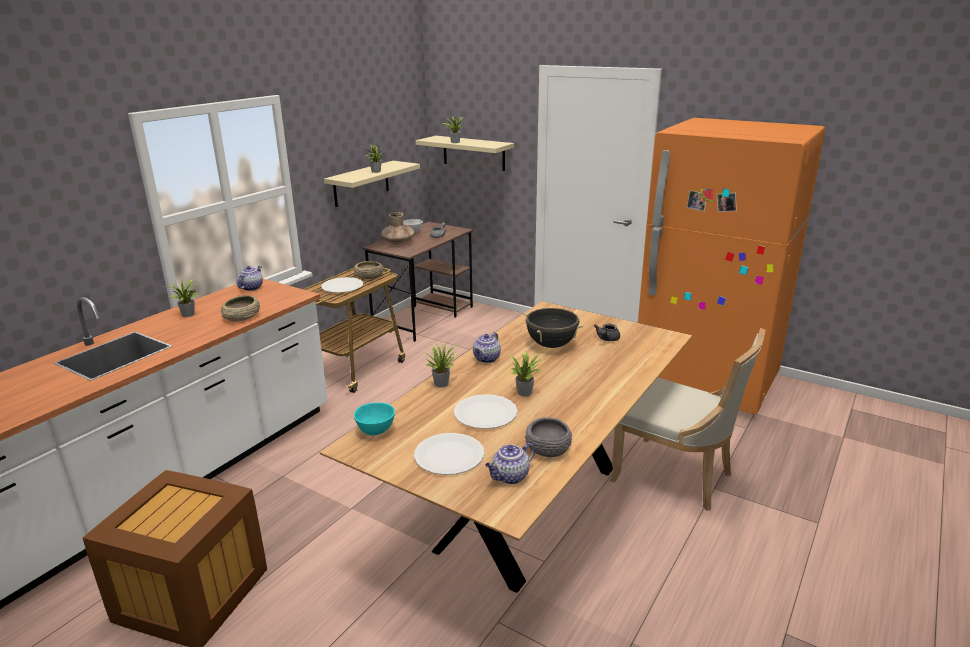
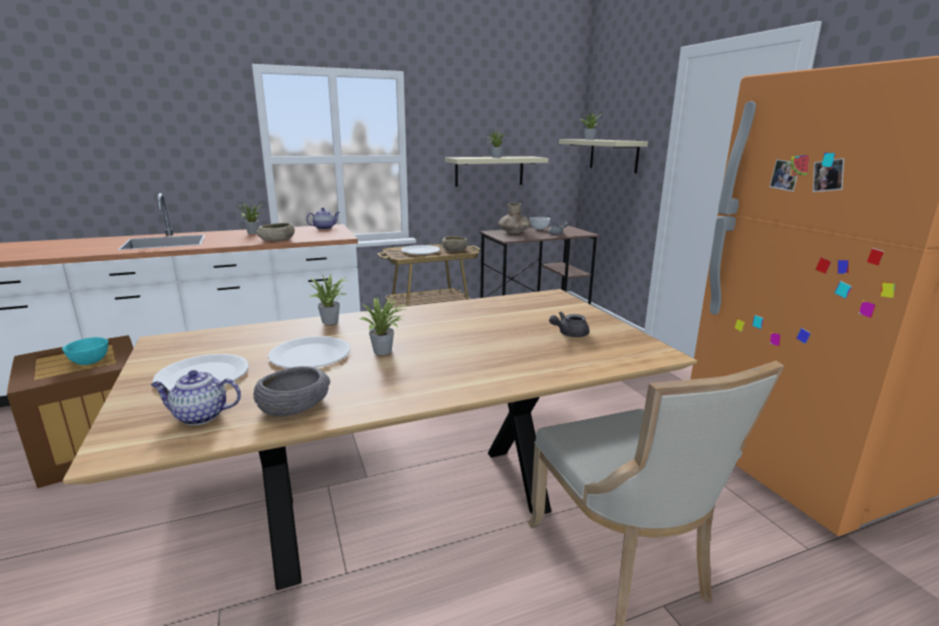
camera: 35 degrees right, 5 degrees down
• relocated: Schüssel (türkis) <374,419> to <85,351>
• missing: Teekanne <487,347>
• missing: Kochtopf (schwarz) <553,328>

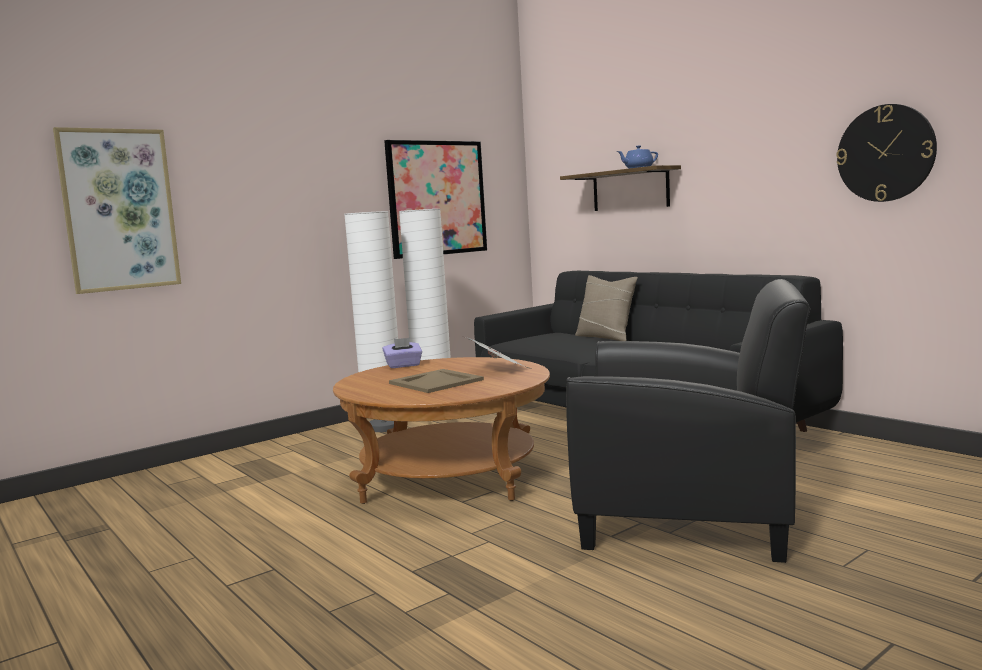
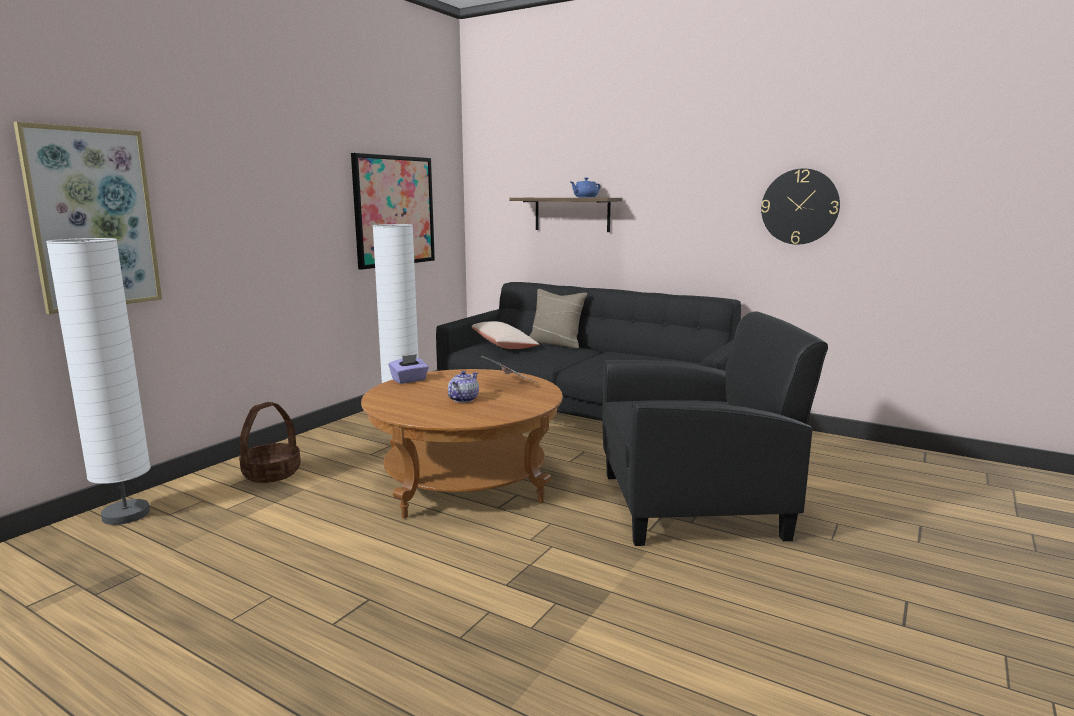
camera: 20 degrees left, 5 degrees up
• relocated: Stehlampe (weiß) <371,321> to <98,381>
• exchanged: Tablett (beige) <436,381> to Teekanne <463,387>
• appeared: Korb <270,442>
• appeared: Kissen (beige) <506,335>

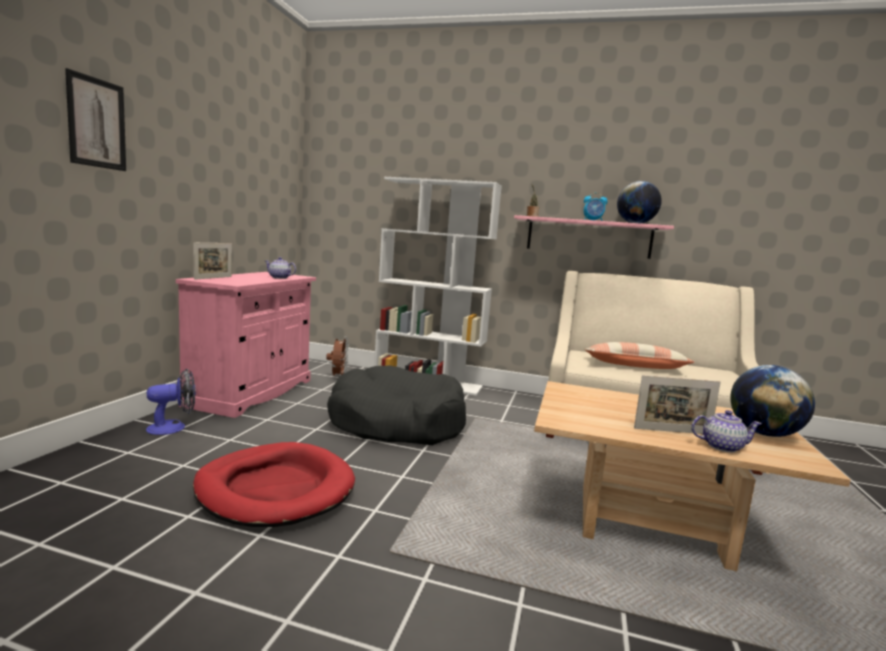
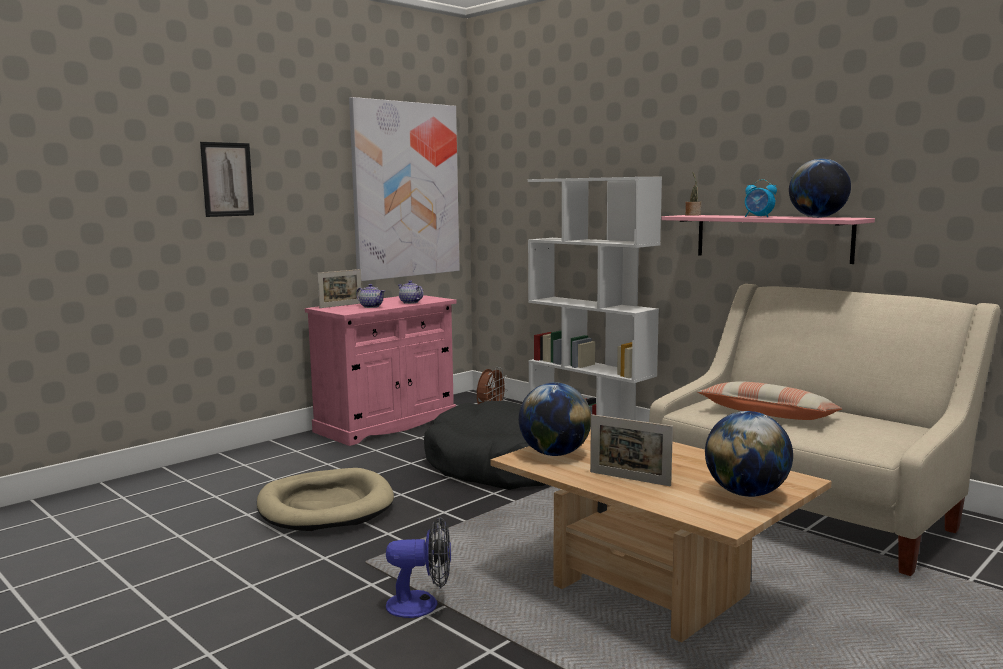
camera: 30 degrees right, 0 degrees up
• relocated: Ventilator <171,402> to <418,567>
• colour: Hundebett (rot) <274,484> to Hundebett (beige) <325,499>
• relocated: Teekanne <726,431> to <370,296>
• appeared: Bild <404,189>
• appeared: Globus <555,419>

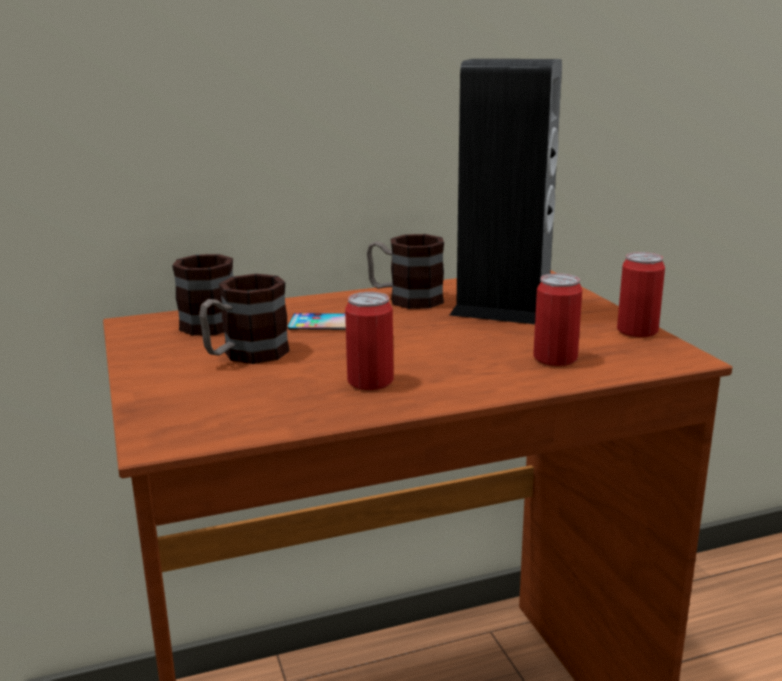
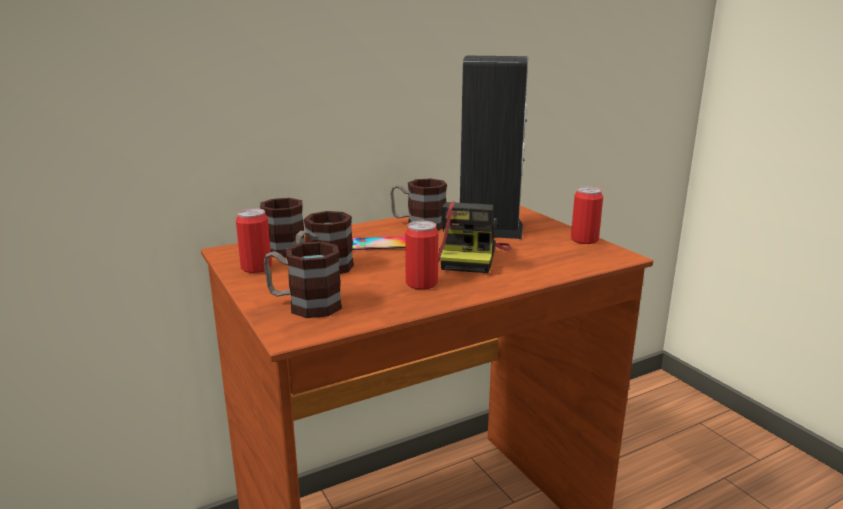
camera: 10 degrees left, 0 degrees up
• relocated: Dose <557,319> to <254,240>
• appeared: Henkelbecher <302,279>
• appeared: Kamera <474,237>

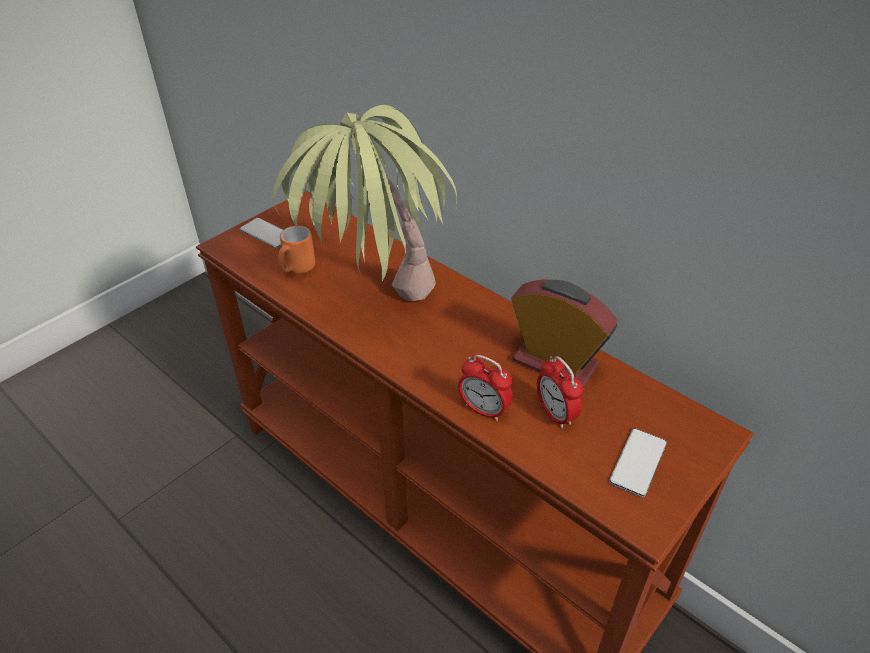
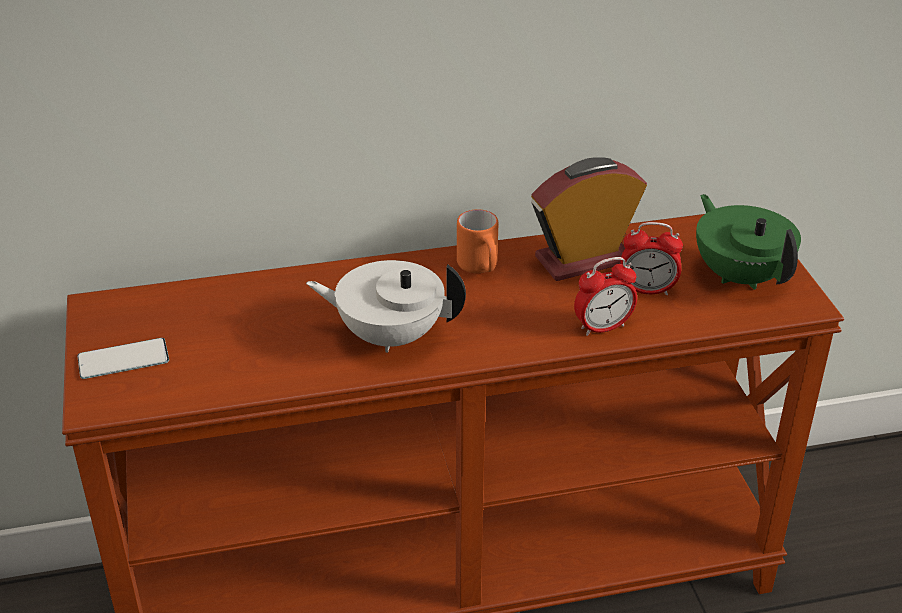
camera: 55 degrees left, 5 degrees down
• exchanged: Topfpflanze <365,203> to Teekanne (weiß) <386,306>
• relocated: Henkelbecher (orange) <296,250> to <477,241>
• exchanged: Handy <638,462> to Teekanne (grün) <748,242>

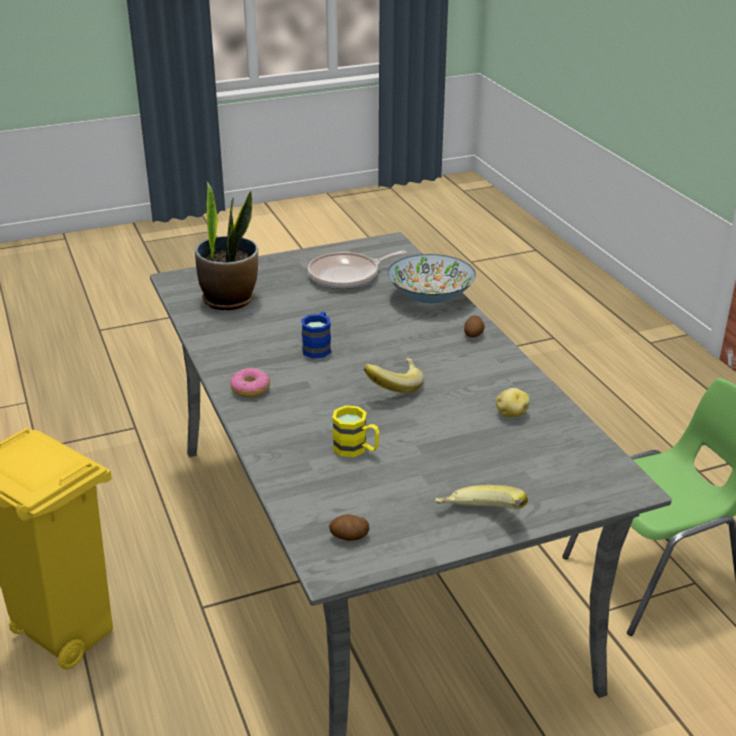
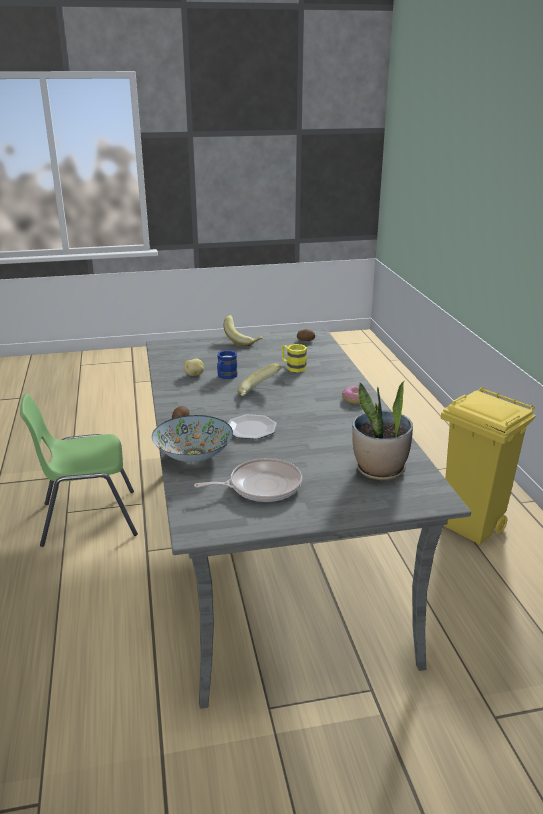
camera: 170 degrees left, 5 degrees down
• relocated: Henkelbecher (blau) <316,335> to <227,364>
• appeared: Teller <252,426>

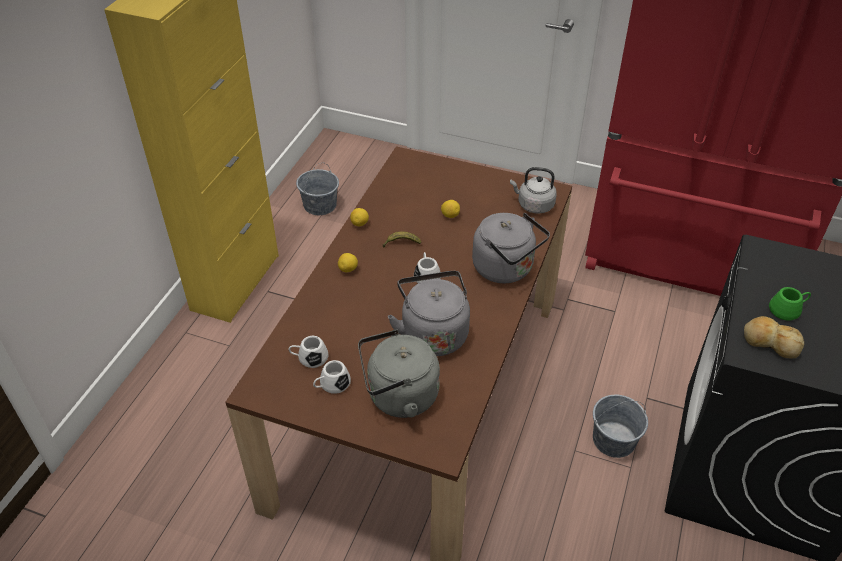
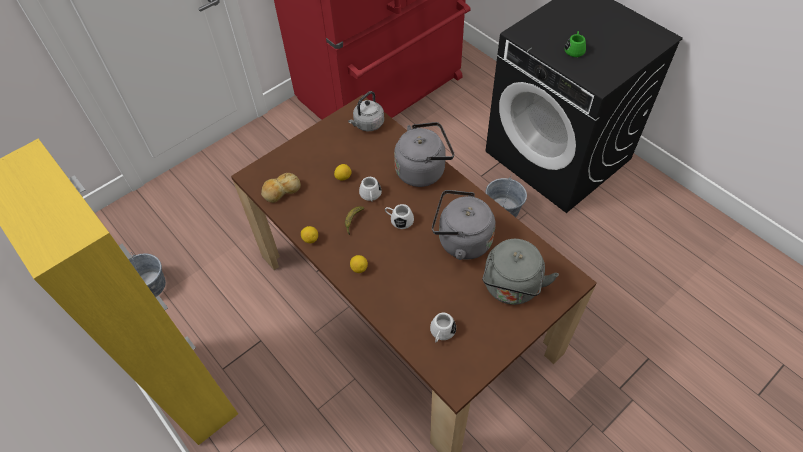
camera: 60 degrees left, 10 degrees up
• relocated: Henkelbecher (weiß) <332,377> to <370,189>
• relocated: Brot <774,337> to <281,188>

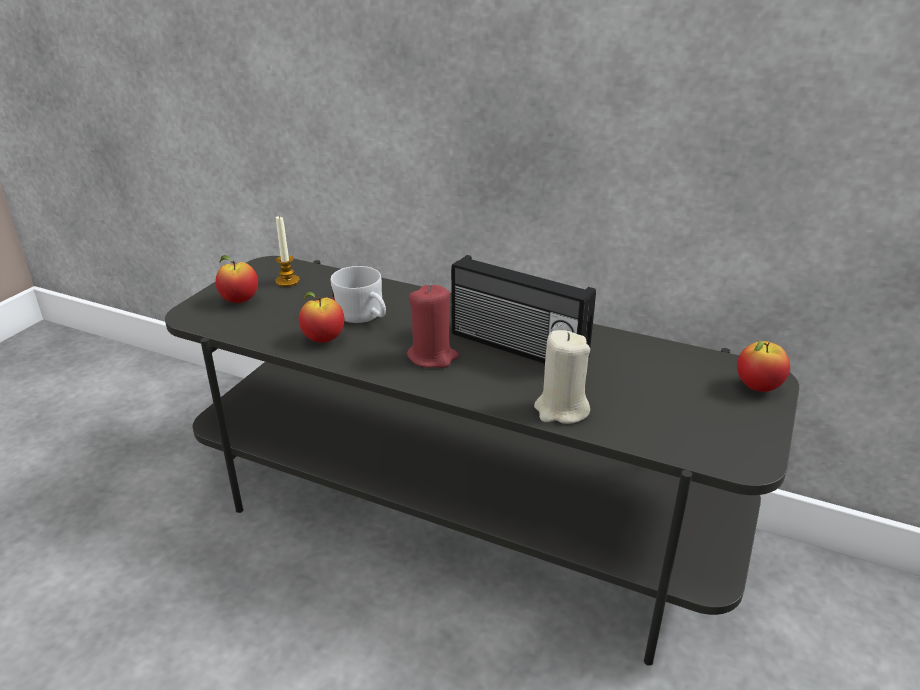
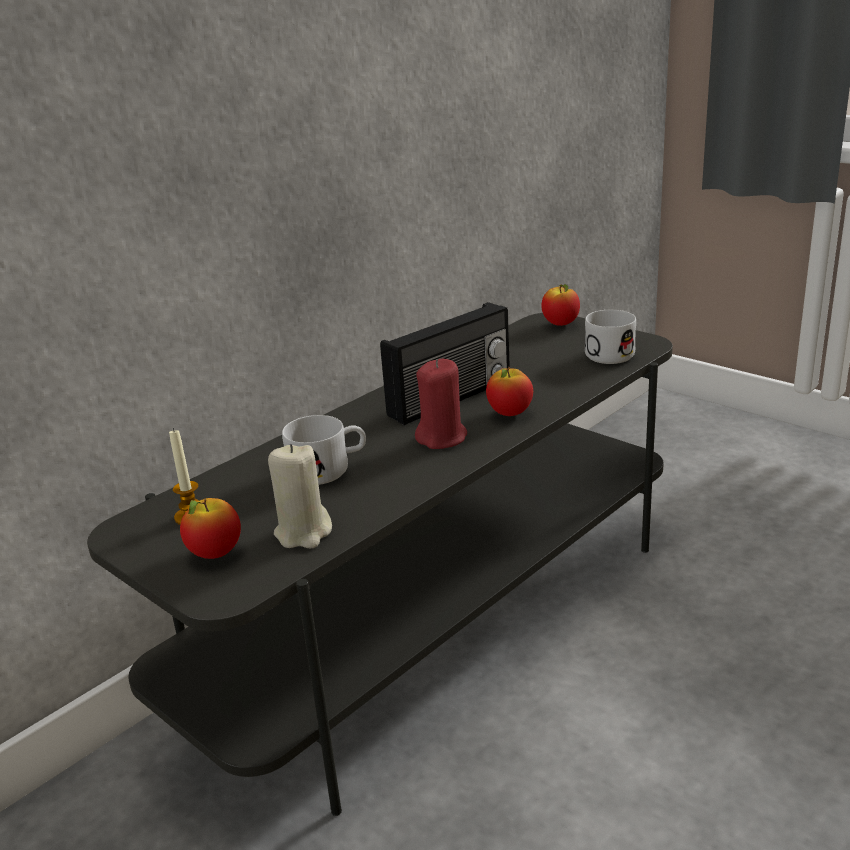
camera: 70 degrees left, 5 degrees down
• relocated: Apfel <321,317> to <509,391>
• relocated: Kerze (beige) <562,377> to <300,496>
• appeared: Henkelbecher (weiß) <610,337>

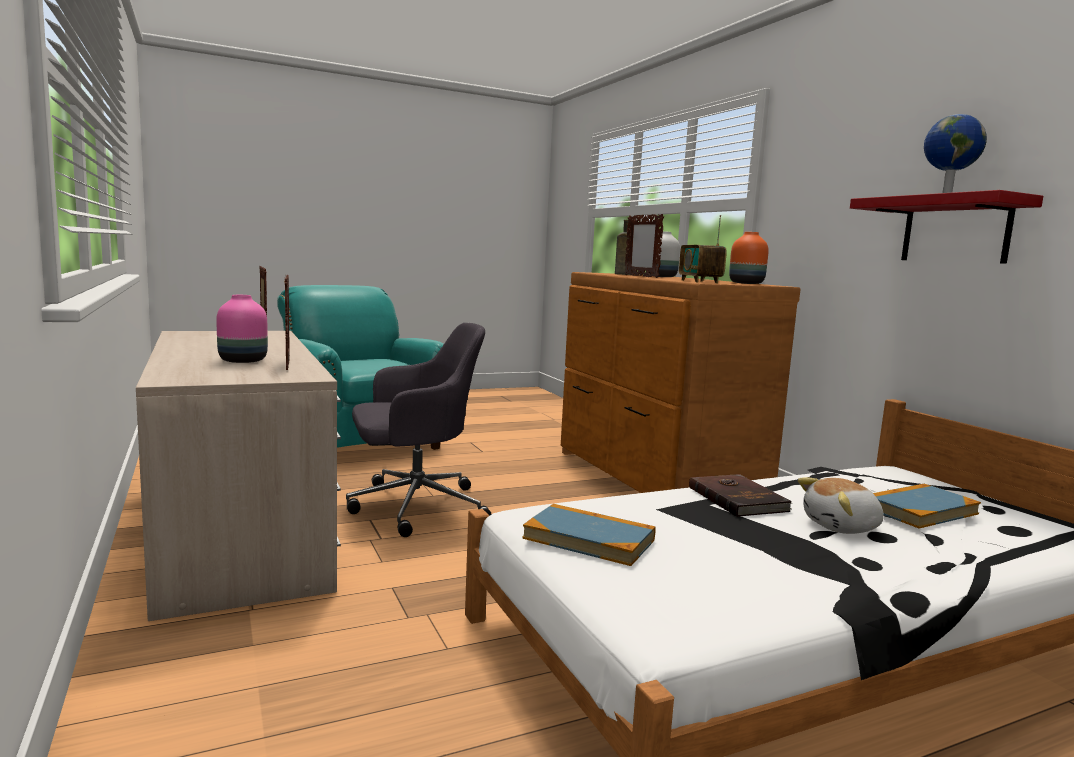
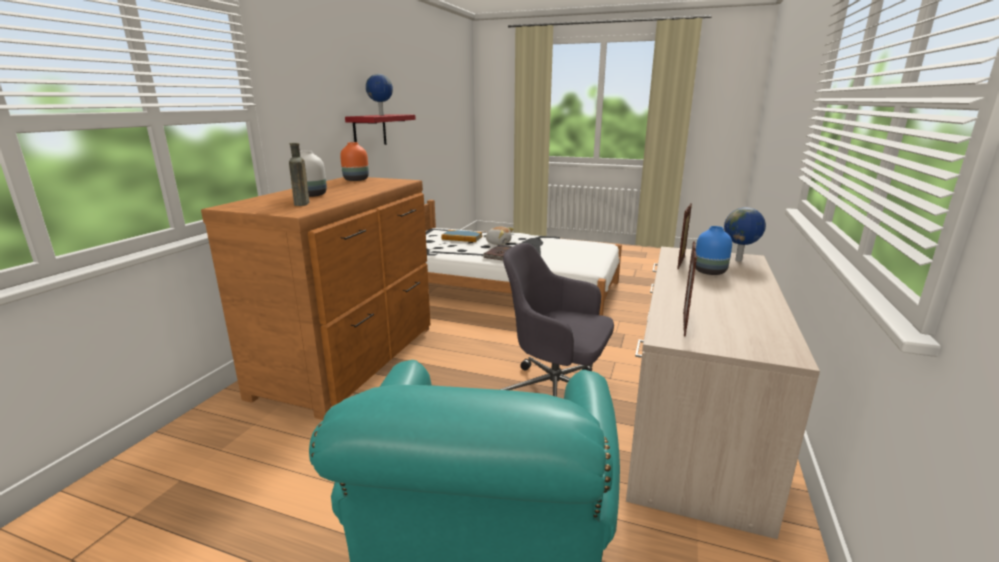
camera: 135 degrees left, 10 degrees up
• colour: Vase (rosa) <242,329> to Vase (blau) <713,250>
• missing: Buch <589,535>
• missing: Bilderrahmen <644,246>
• missing: Radio <703,249>
• appeared: Globus <745,234>

